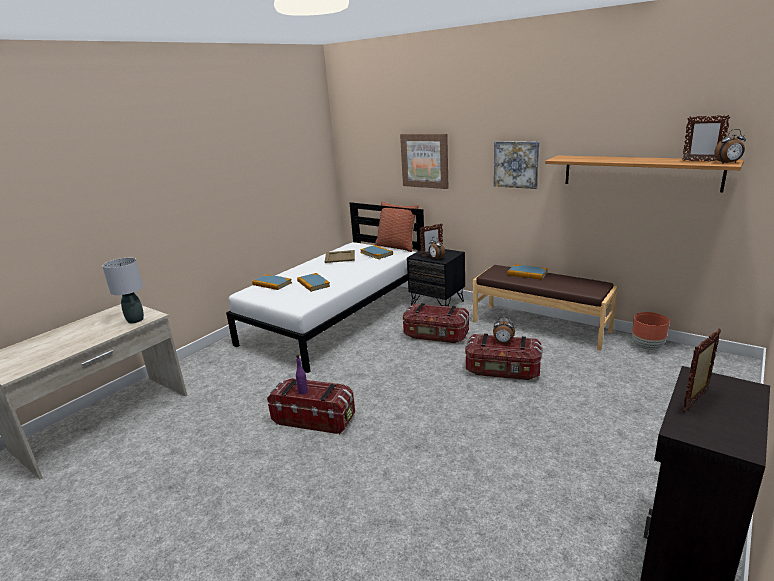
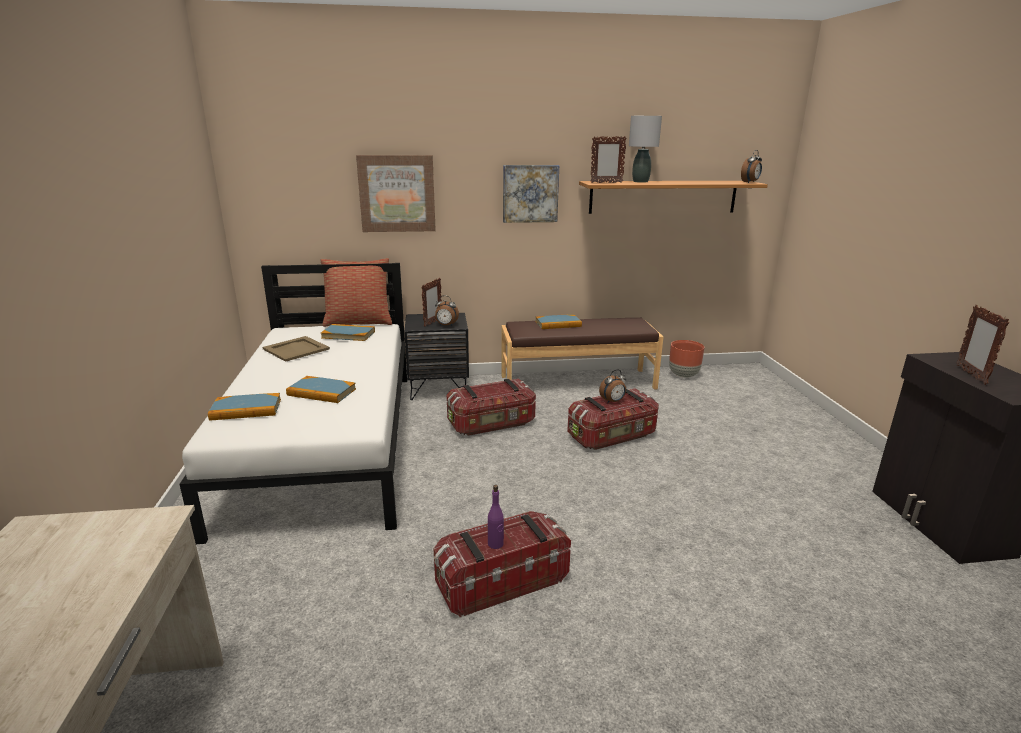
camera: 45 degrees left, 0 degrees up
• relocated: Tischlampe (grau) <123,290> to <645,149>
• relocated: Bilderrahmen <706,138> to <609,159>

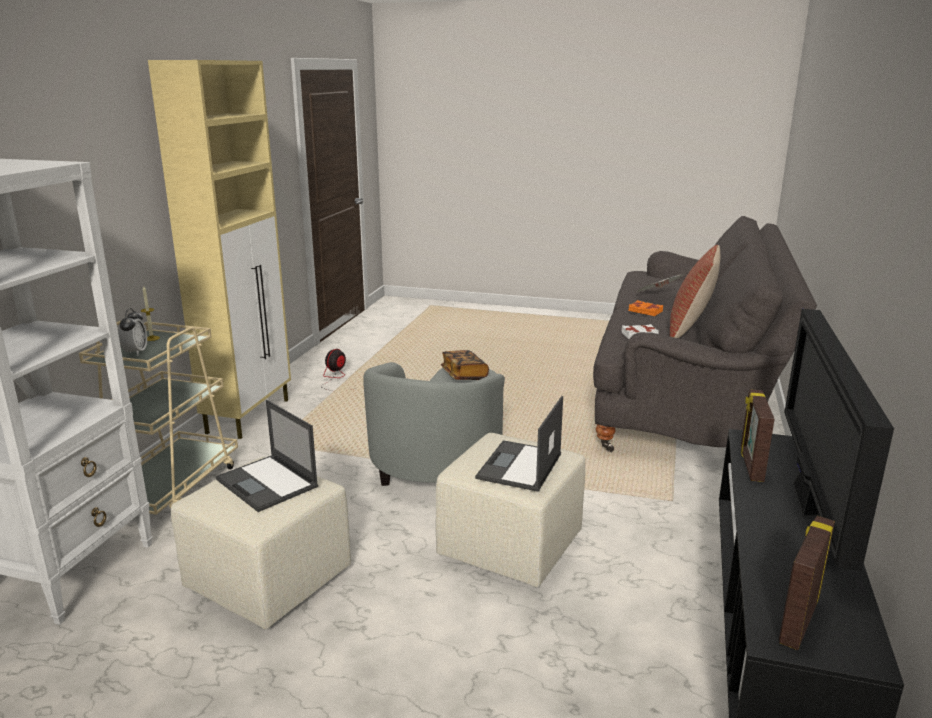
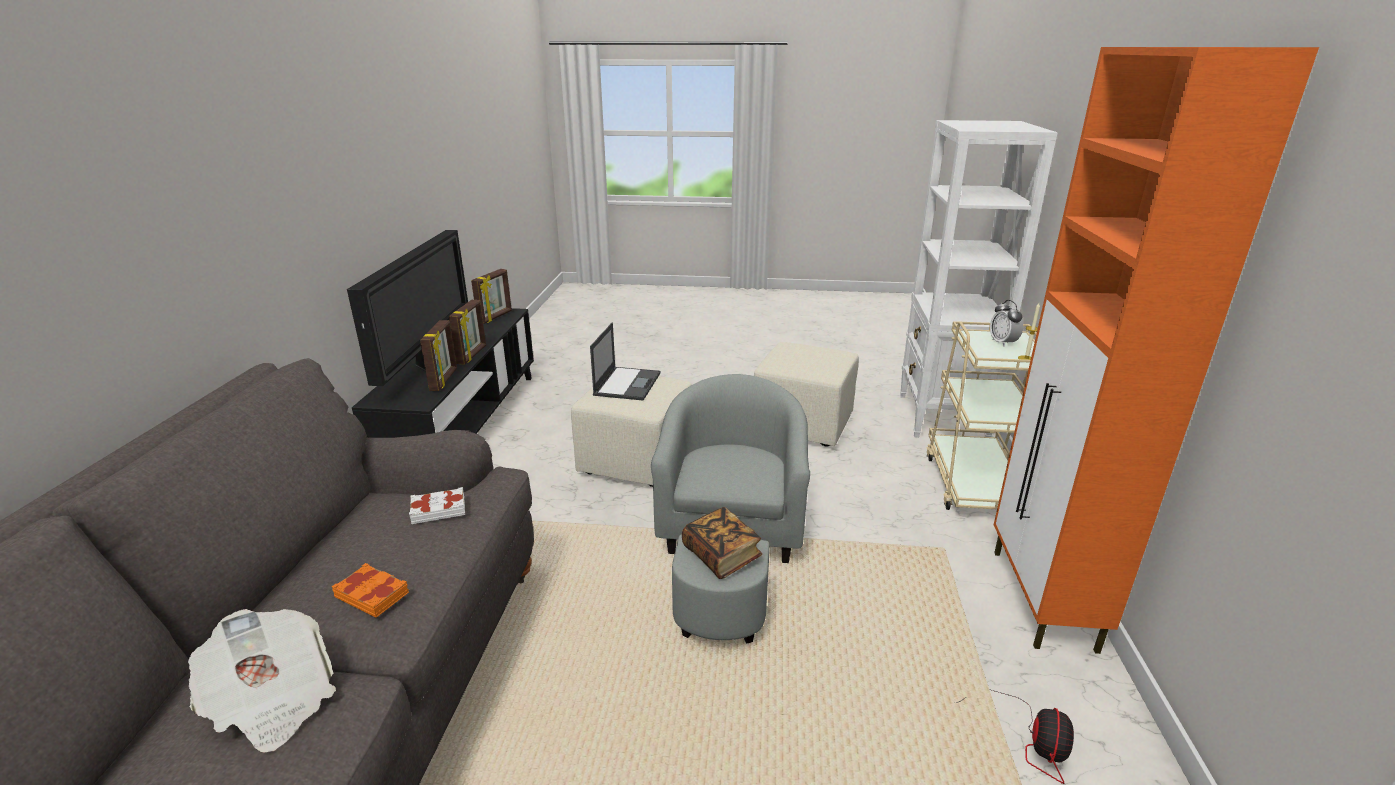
camera: 170 degrees right, 5 degrees up
• colour: Schrank (beige) <219,249> to Schrank (orange) <1156,350>
• missing: Laptop <267,456>
• missing: Kissen <695,291>
• appeared: Bilderrahmen <467,332>

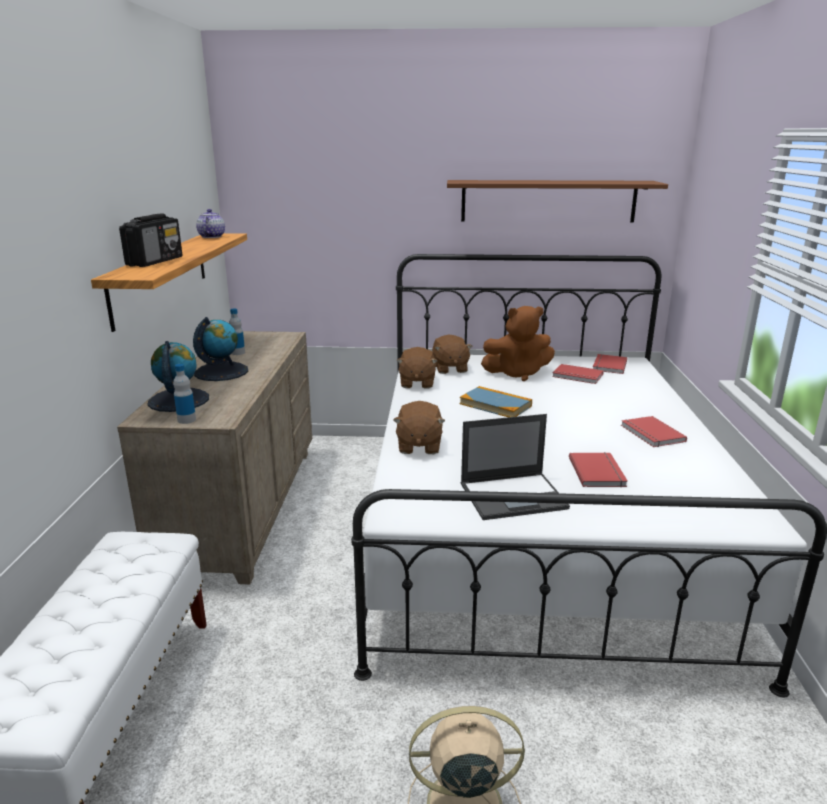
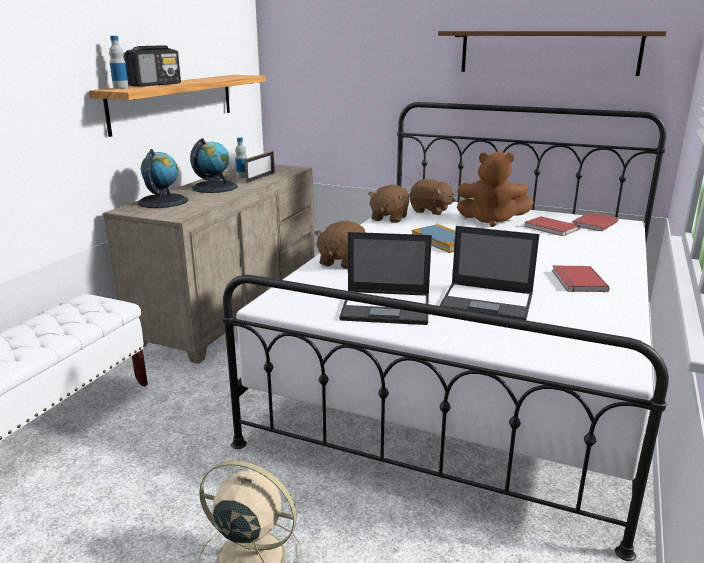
camera: 20 degrees right, 0 degrees up
• relocated: Flasche <184,394> to <119,62>
• missing: Teekanne <210,223>
• spun: Plüschtier (braun) <452,354> = <432,197> 75 degrees counterclockwise
• exchanged: Buch (rot) <598,469> to Laptop <489,273>
• appeared: Bilderrahmen <259,167>

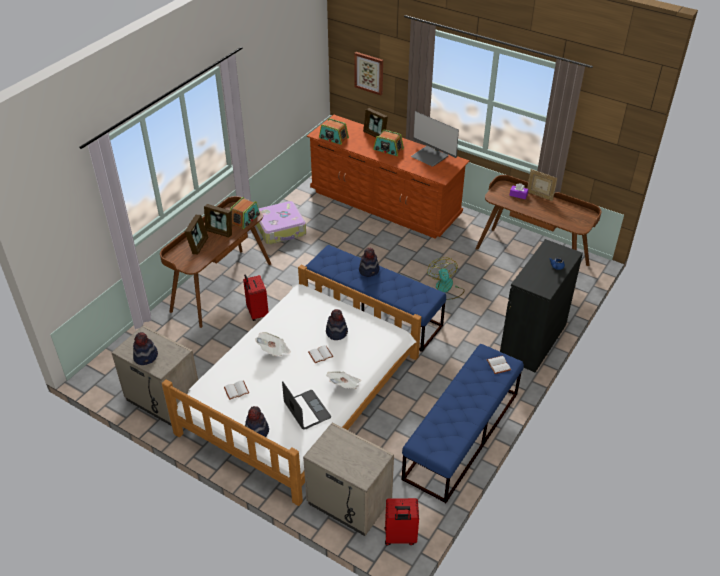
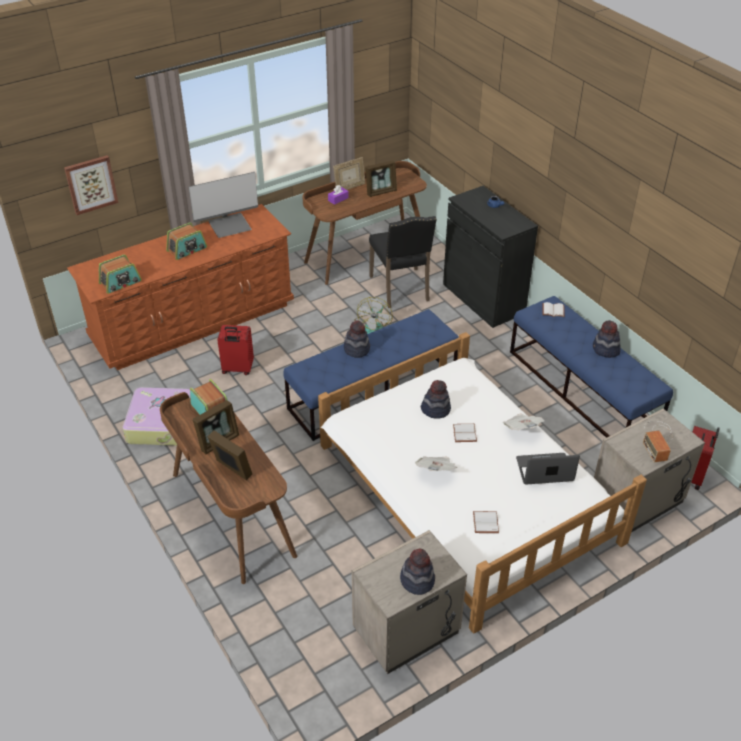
camera: 65 degrees left, 0 degrees up
• relocated: Koffer (rot) <255,297> to <235,350>
• relocated: Hut <257,422> to <607,339>
• relocated: Bilderrahmen <375,122> to <381,178>
• spun: Ventilator <446,278> = <373,315> 90 degrees counterclockwise
• appeared: Stuhl (schwarz) <403,262>
• appeared: Radio <658,442>

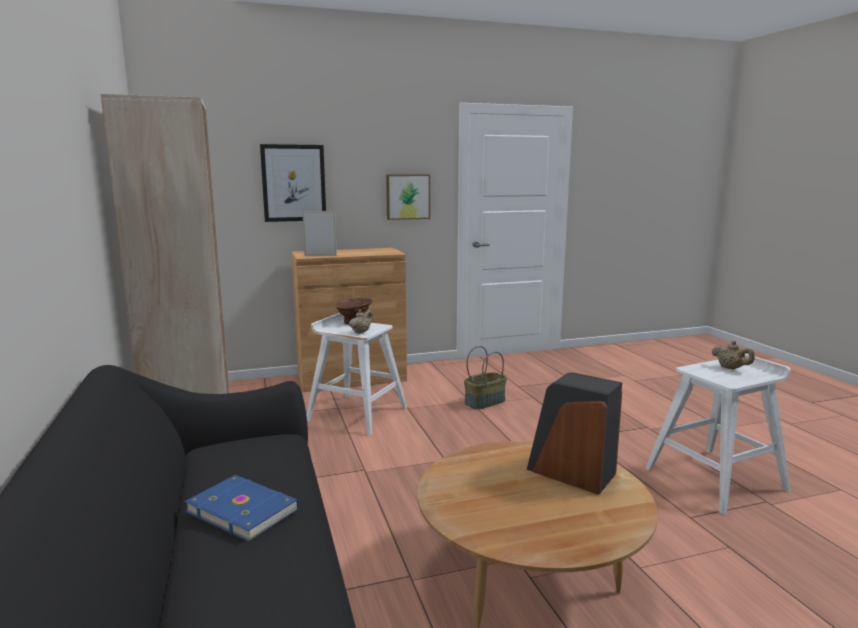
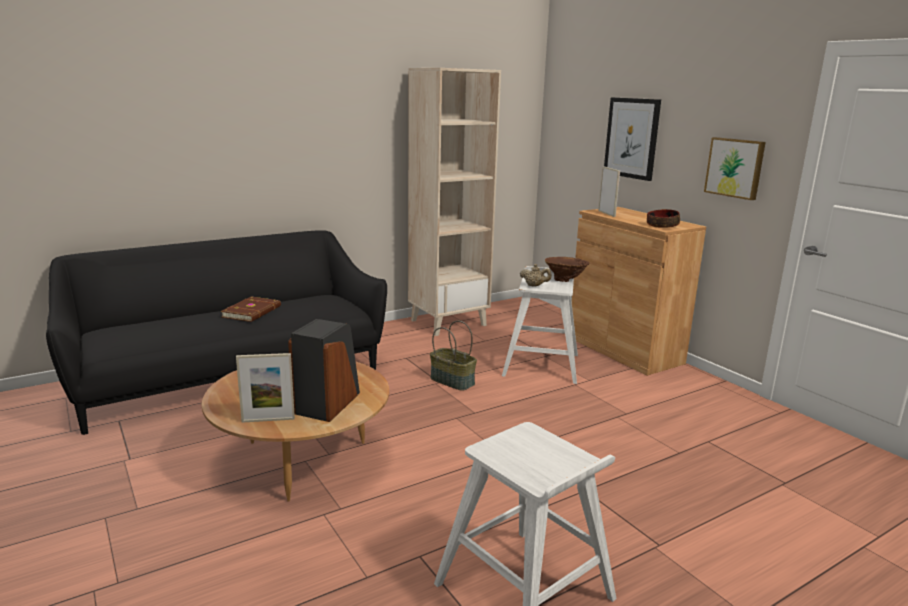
camera: 75 degrees right, 5 degrees up
• colour: Buch (blau) <242,508> to Buch (braun) <251,309>
• relocated: Korb <485,378> to <453,356>
• missing: Teekanne (beige) <733,355>
• appeared: Bilderrahmen <265,387>
• appeared: Schüssel <663,218>

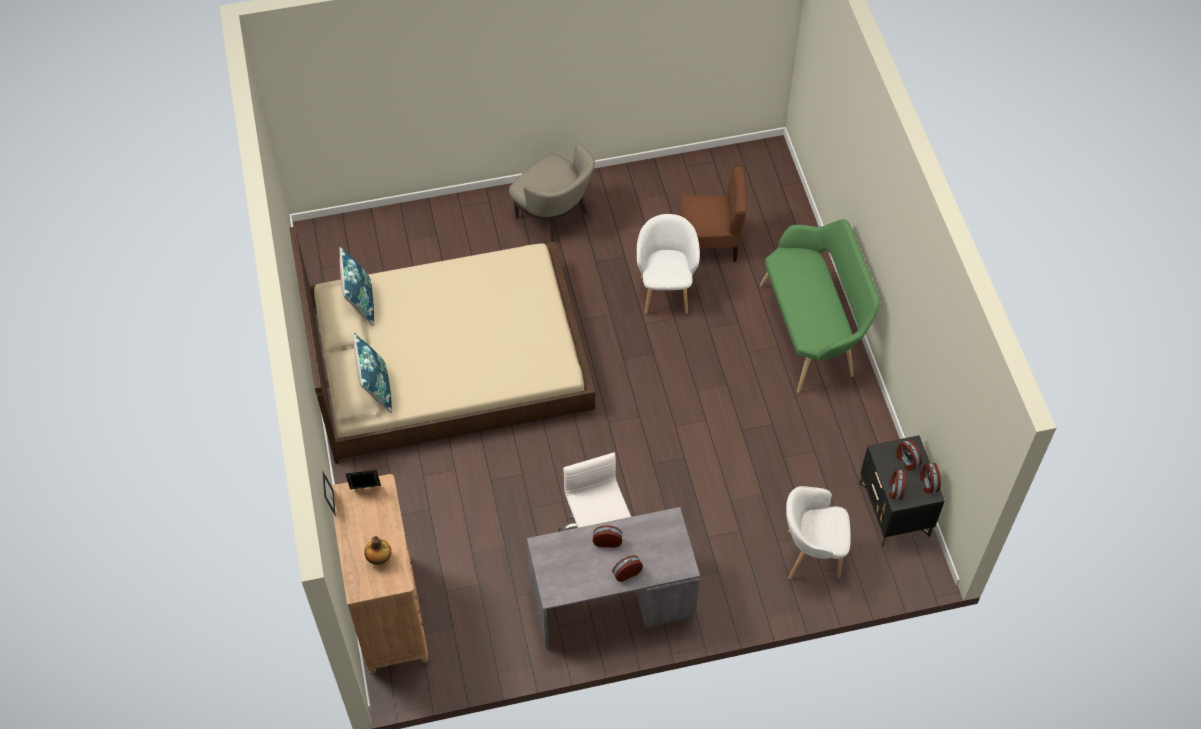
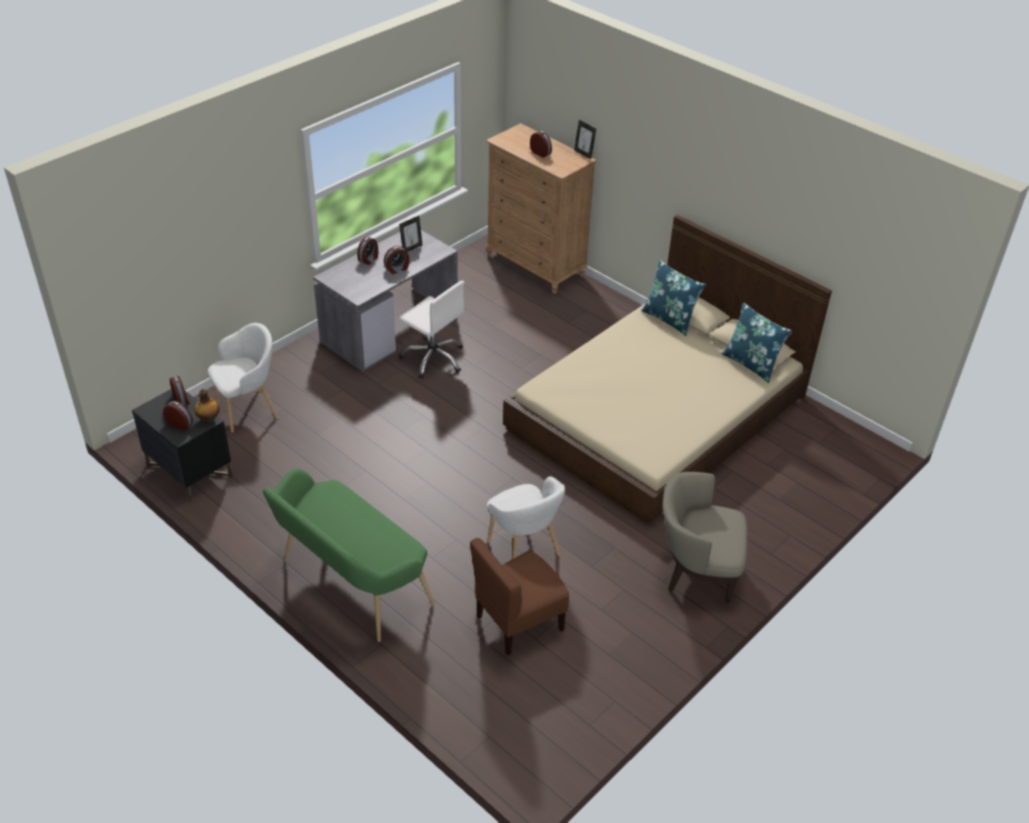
camera: 145 degrees right, 15 degrees down
• relocated: Bilderrahmen <363,479> to <410,234>
• relocated: Flasche <377,550> to <207,406>
• relocated: Wecker <930,478> to <541,144>

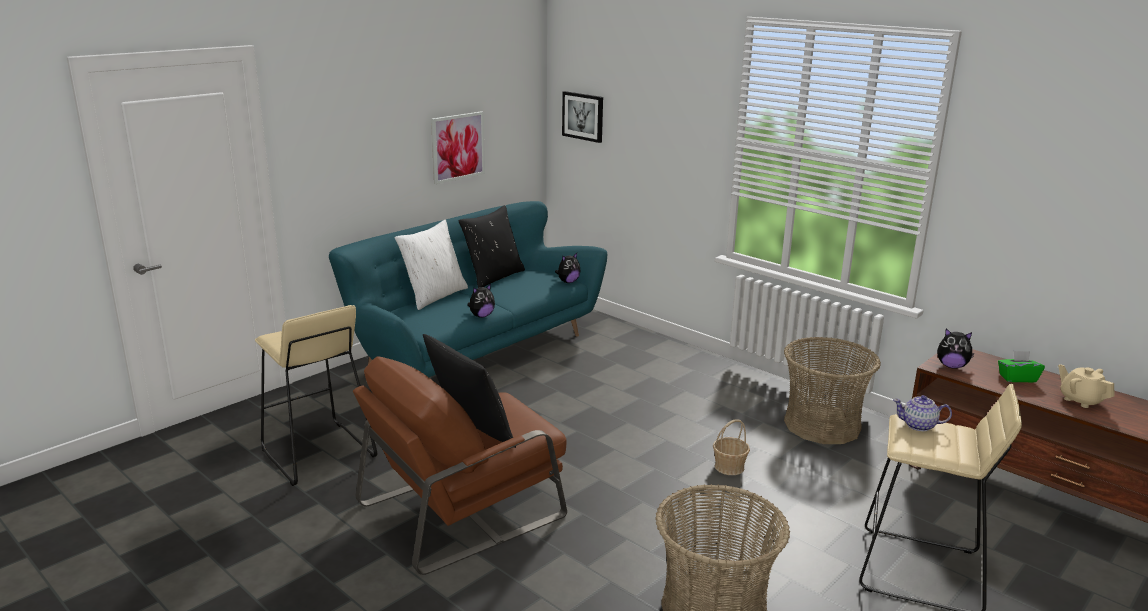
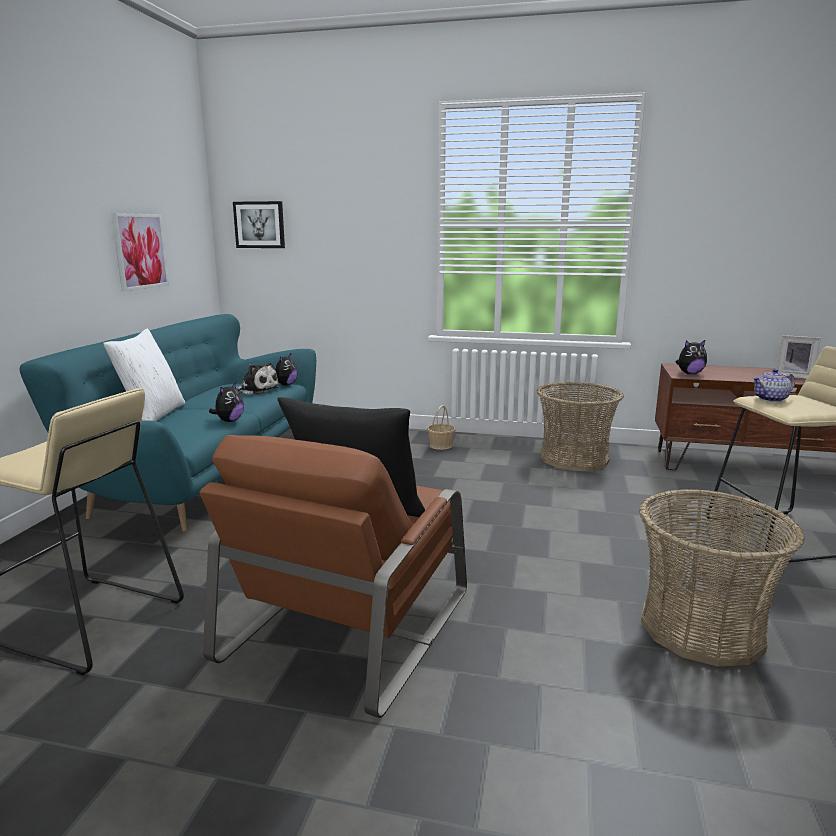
camera: 30 degrees left, 5 degrees down
• missing: Kissen (schwarz) <491,246>
• relocated: Korb <731,447> to <441,427>
• missing: Taschentuchbox (grün) <1021,366>
• exchanged: Teekanne (beige) <1086,386> to Bilderrahmen <799,357>
• appeared: Plüschtier <258,378>

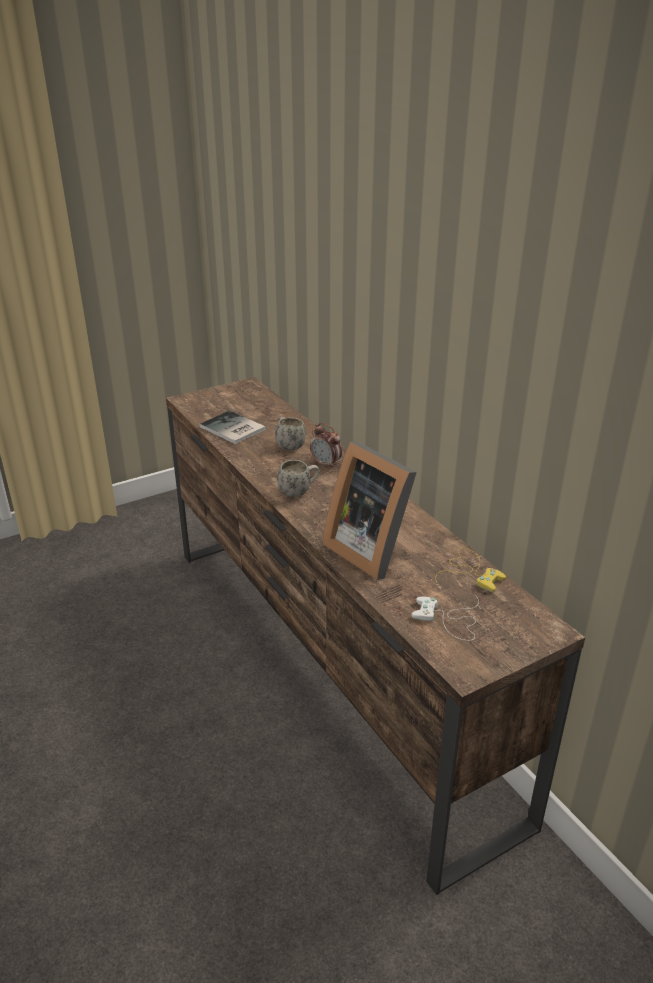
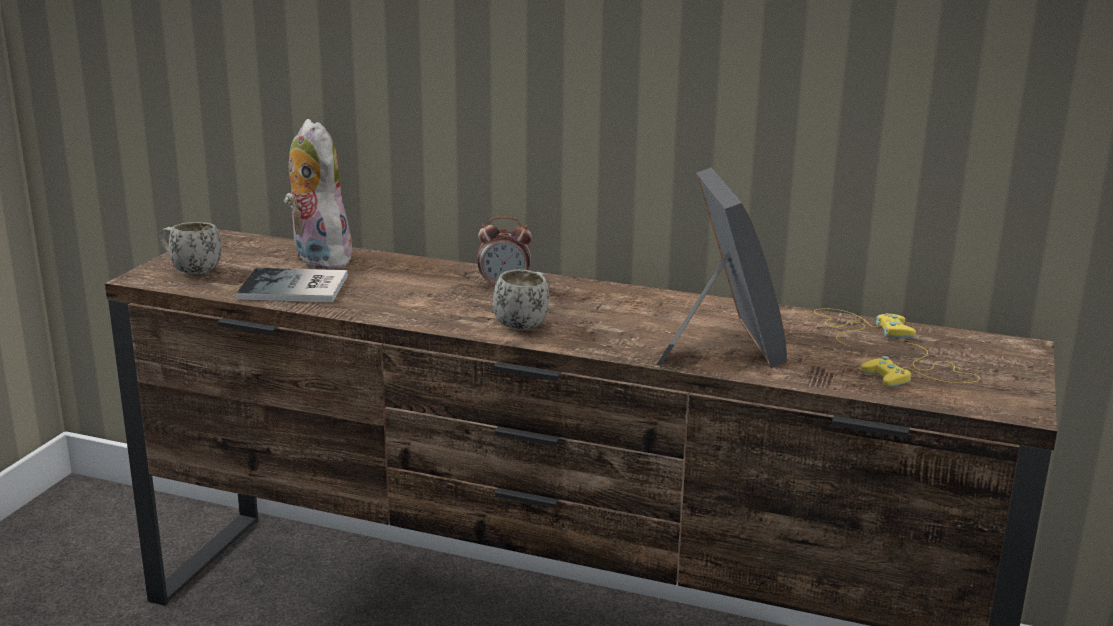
camera: 40 degrees left, 10 degrees down
• relocated: Henkelbecher (weiß) <290,434> to <190,248>
• spun: Bilderrahmen <370,511> = <721,268> 105 degrees counterclockwise
• colour: Gamepad (weiß) <445,617> to Gamepad (gelb) <920,364>
• appeared: Plüschtier <320,194>

